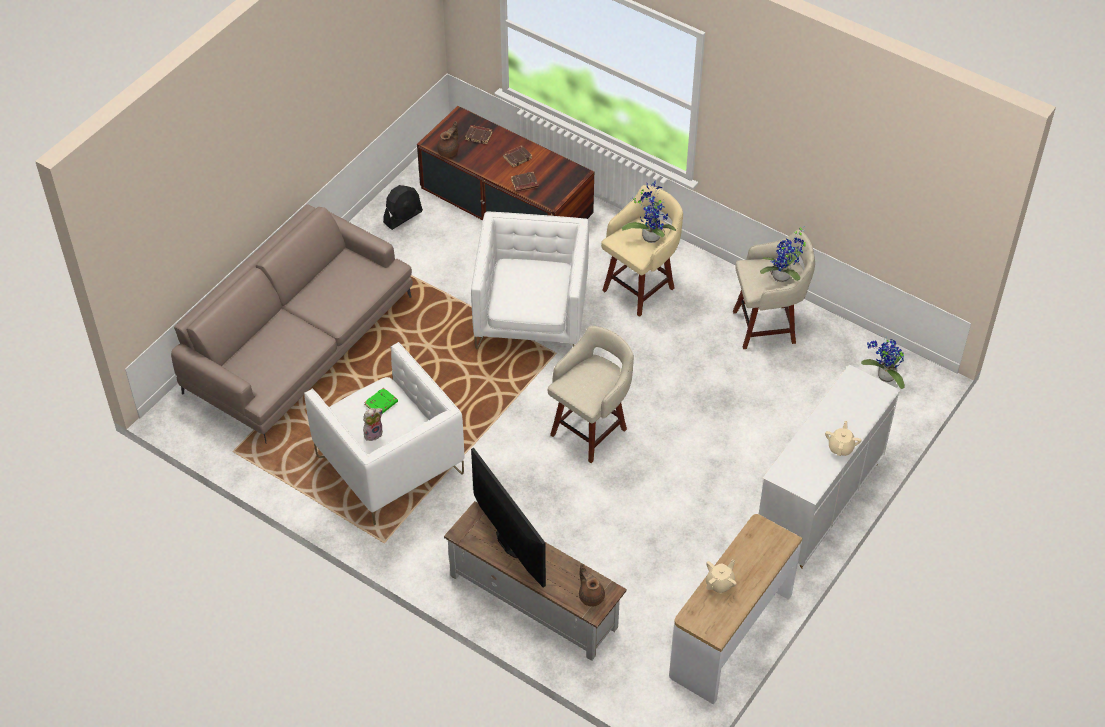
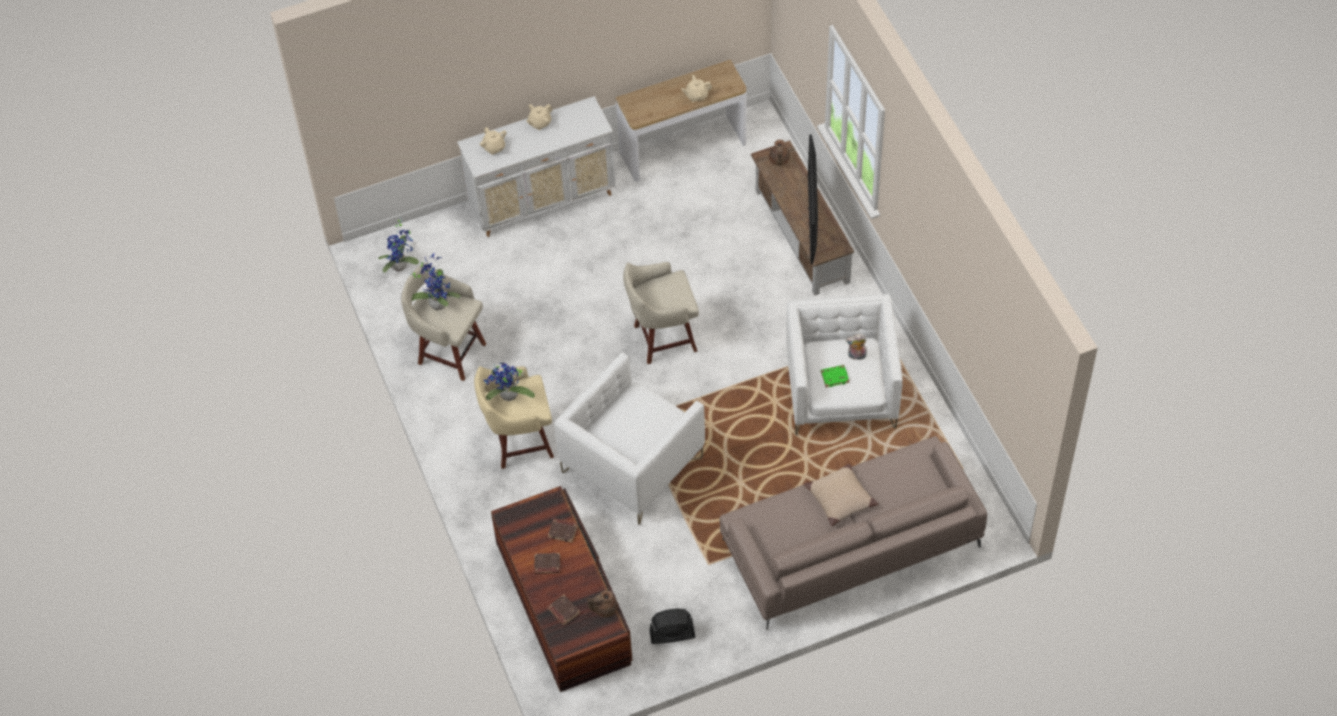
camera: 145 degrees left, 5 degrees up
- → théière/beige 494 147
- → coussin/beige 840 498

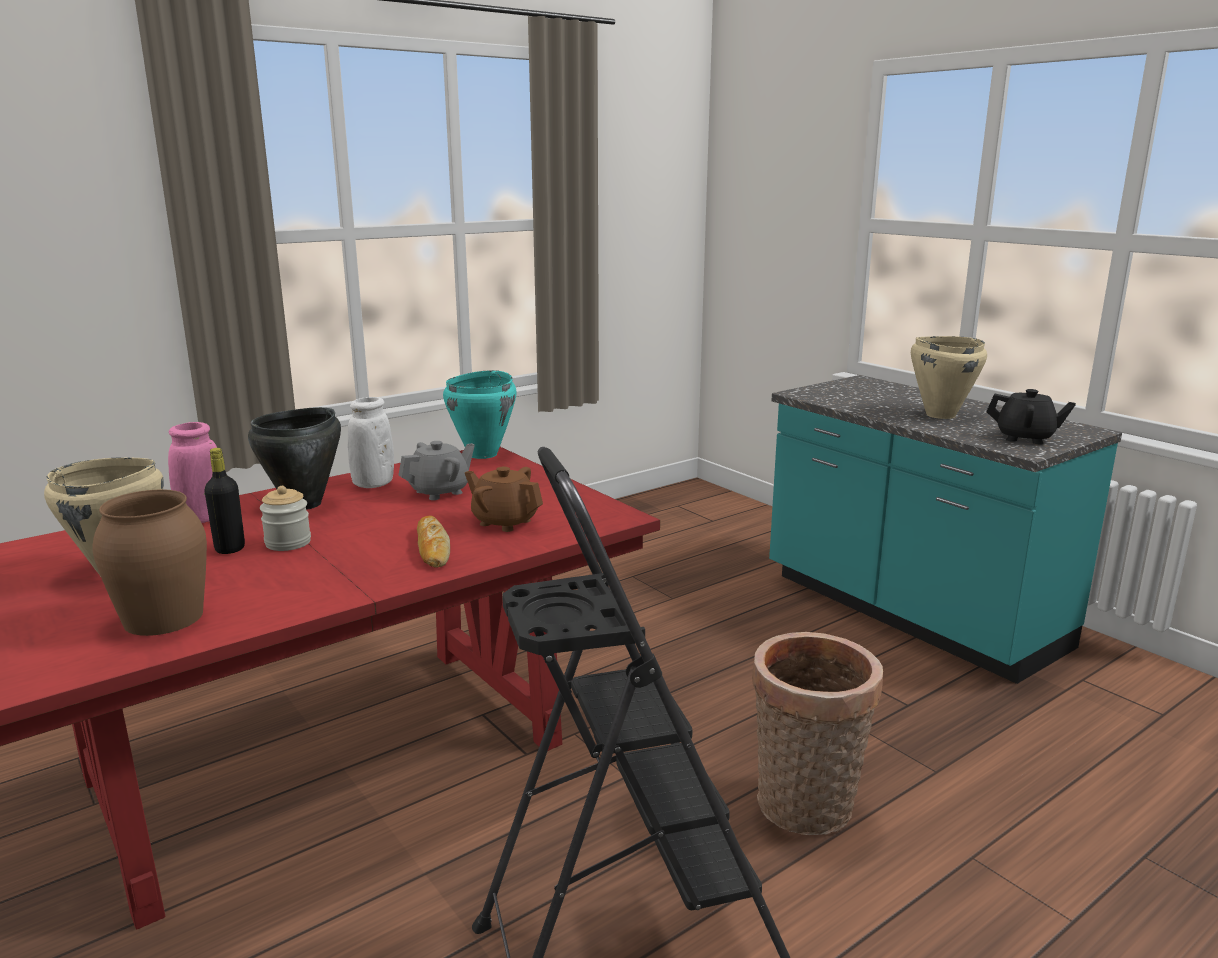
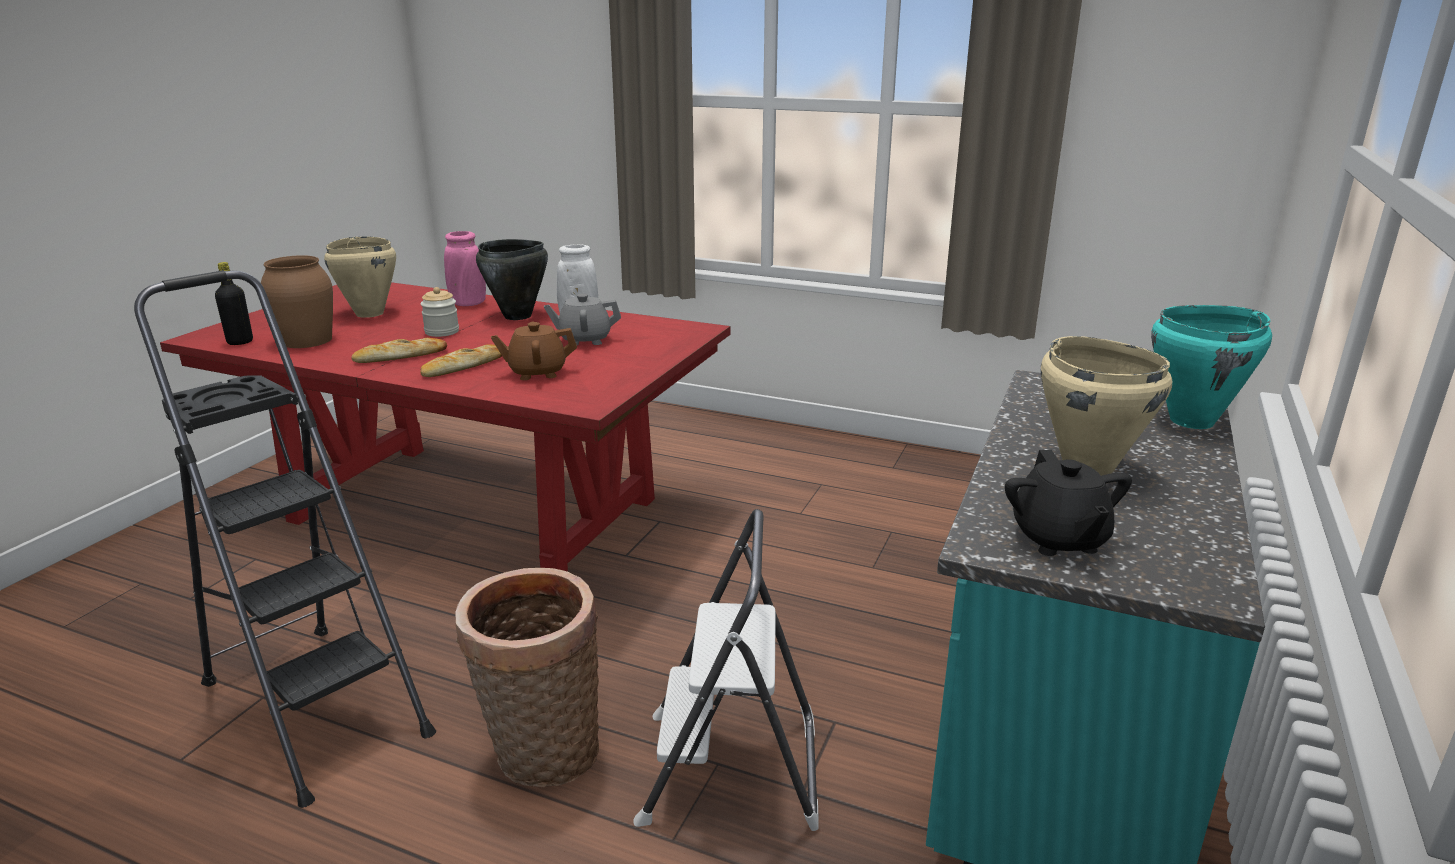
camera: 60 degrees right, 5 degrees up
marmite/turquoise 483 454 → marmite/turquoise 1192 421, move
théière/gris 440 492 → théière/gris 584 340, 150 degrees clockwise
bouteille/noir 230 548 → bouteille/noir 240 342, move
théière/marron 504 522 → théière/marron 537 373, 105 degrees counterclockwise
- → pain 400 356
- → escabeau/blanc 739 769

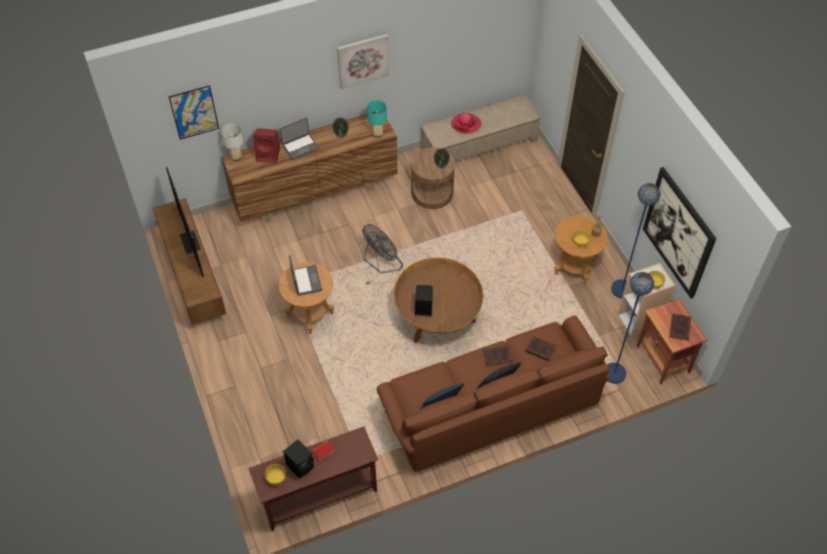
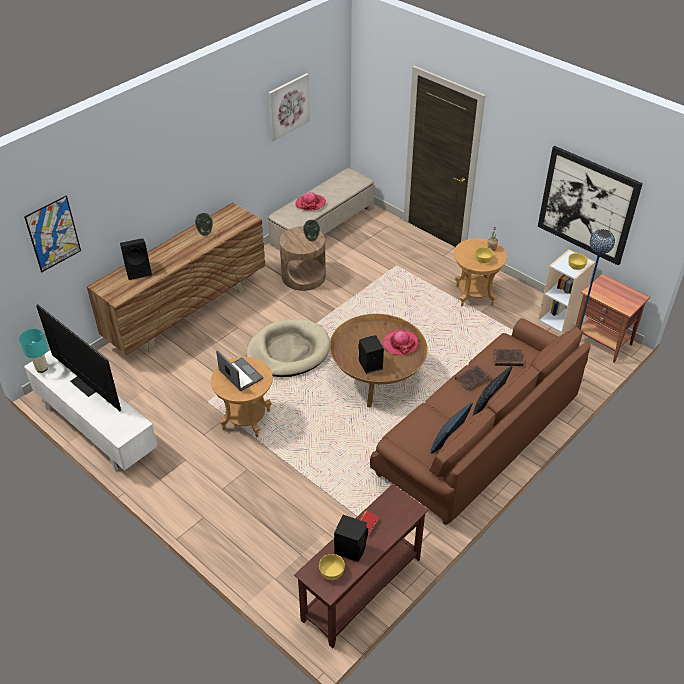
camera: 25 degrees left, 10 degrees down
tableau 363 60 → tableau 288 106, move
lampe de table/turquoise 377 134 → lampe de table/turquoise 42 368, move
ordinateur portable 300 146 → -
lampe de table/blanc 236 157 → -
enceinte/rouge 269 154 → enceinte/noir 139 270
lampadaire/bleu 622 289 → -
meuble télé/marron 192 276 → meuble télé/blanc 94 427
ventilateur/gris 378 263 → panier pour chien/beige 288 351
livre/marron 679 329 → -
- → chapeau 400 343

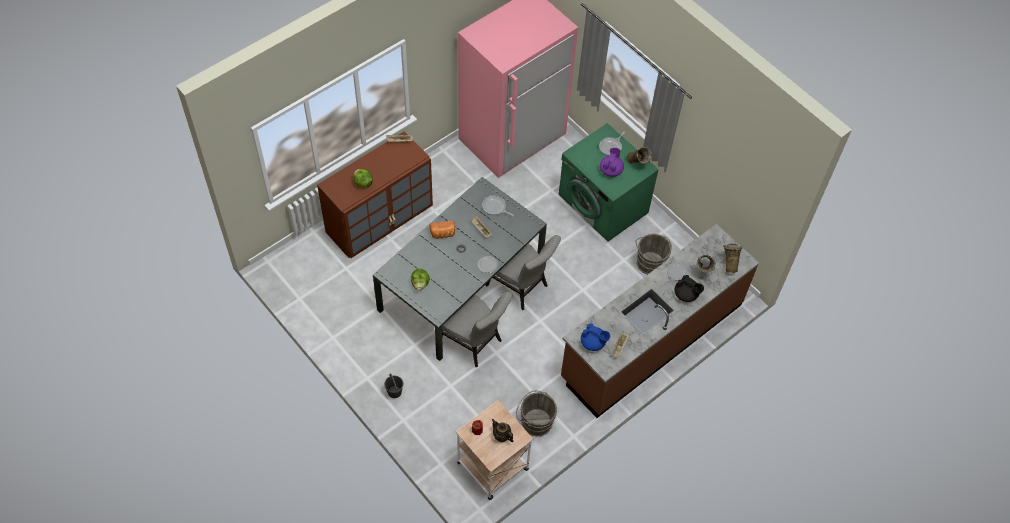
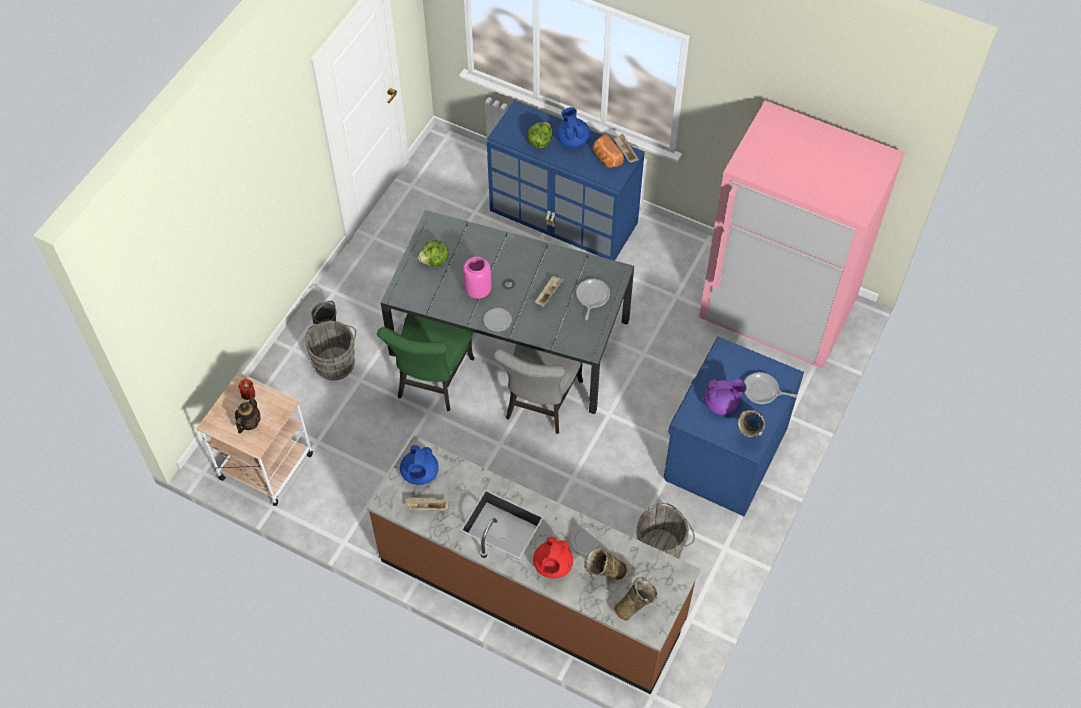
camera: 70 degrees right, 0 degrees up
lave-linge/vert 602 207 → lave-linge/bleu 722 456
meuble de rangement/marron 380 219 → meuble de rangement/bleu 563 218
pain 443 234 → pain 606 158, move
théière/noir 686 295 → théière/rouge 552 566
chaise/gris 473 342 → chaise/vert 432 381
seau/gris 535 421 → seau/gris 335 361, move
- → théière/bleu 572 140
- → vase/rose 478 290

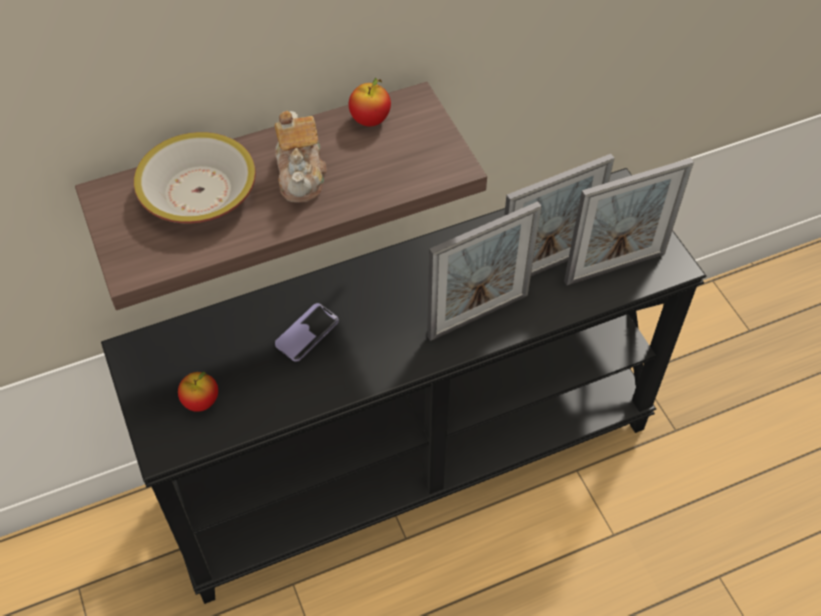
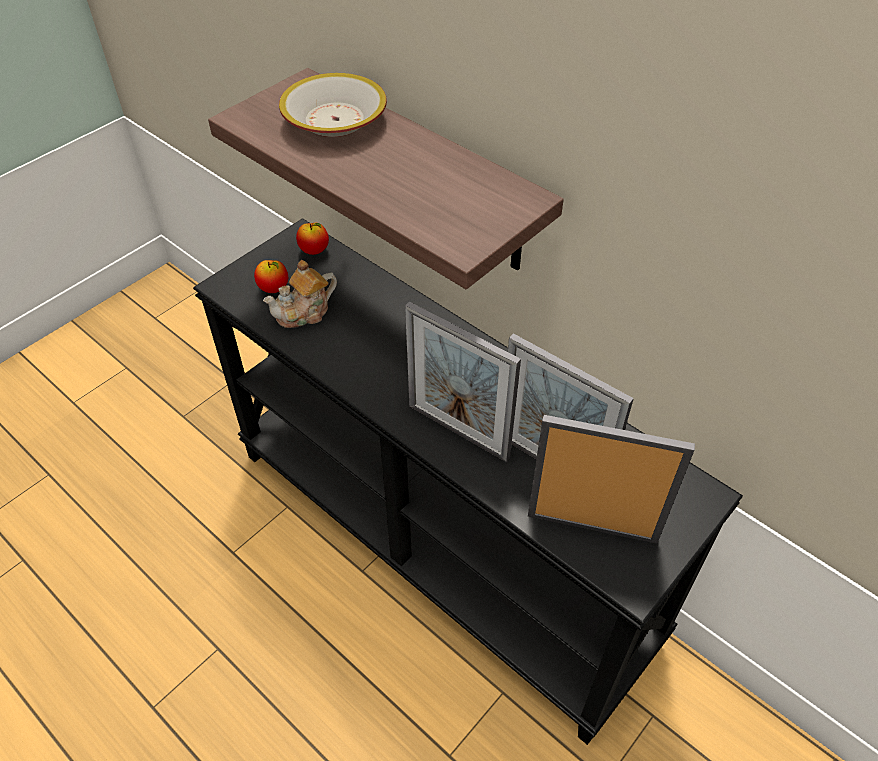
camera: 65 degrees right, 5 degrees down
pomme 370 120 → pomme 314 251, move
théière 301 175 → théière 304 313, move
cadre photo 615 267 → cadre photo 592 526, 150 degrees clockwise
téléphone 307 333 → -

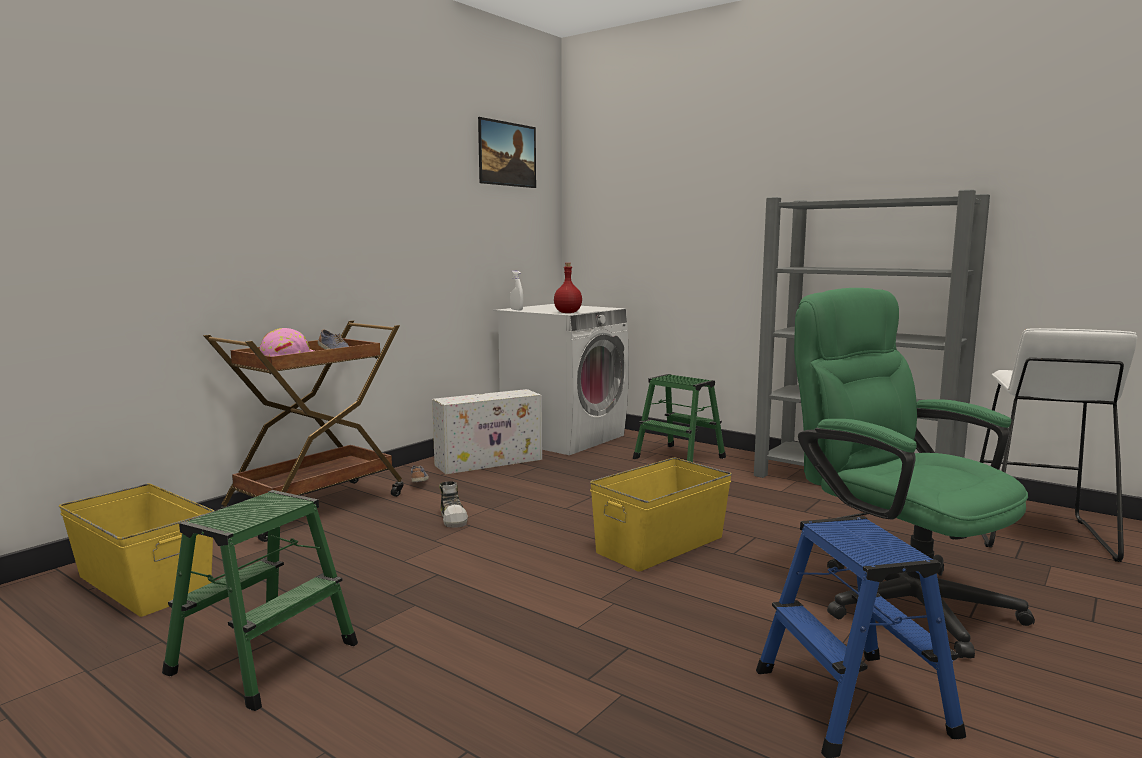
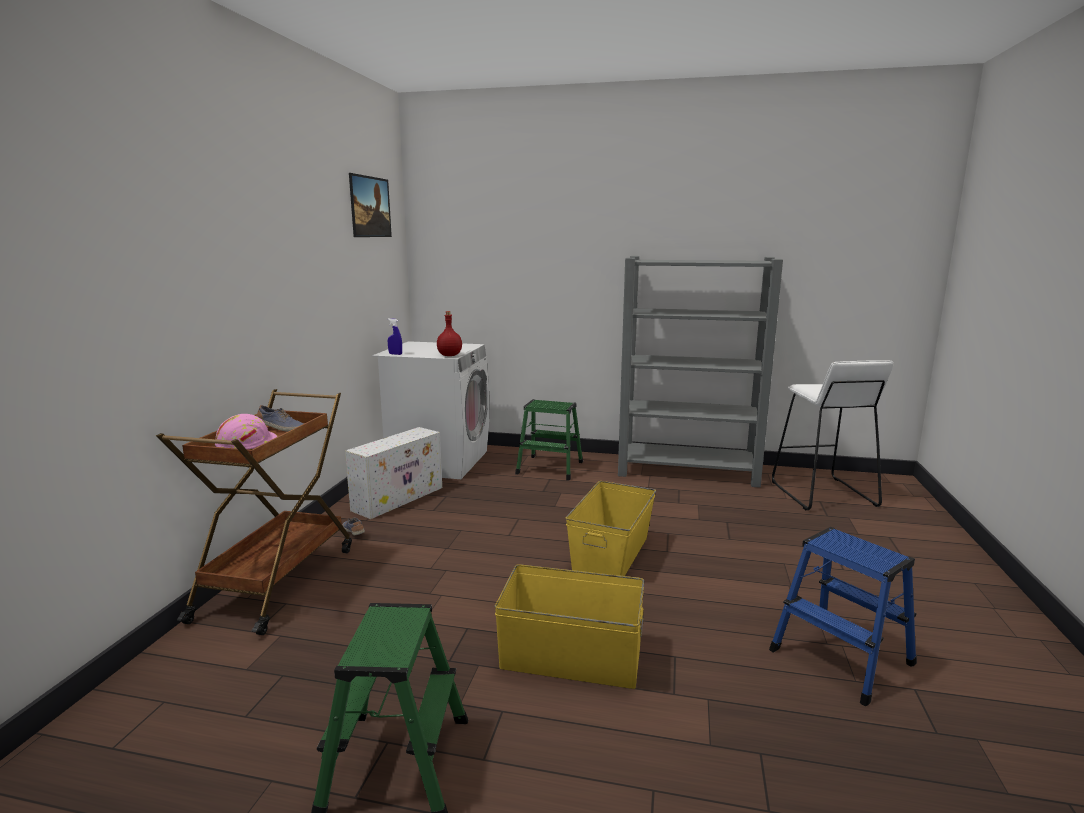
camera: 25 degrees left, 5 degrees up
vaporisateur/blanc 516 310 → vaporisateur/bleu 395 354
chaise de bureau/vert 896 597 → -
chaussure 453 518 → -
boîte de rangement/jaune 144 582 → boîte de rangement/jaune 570 657, move

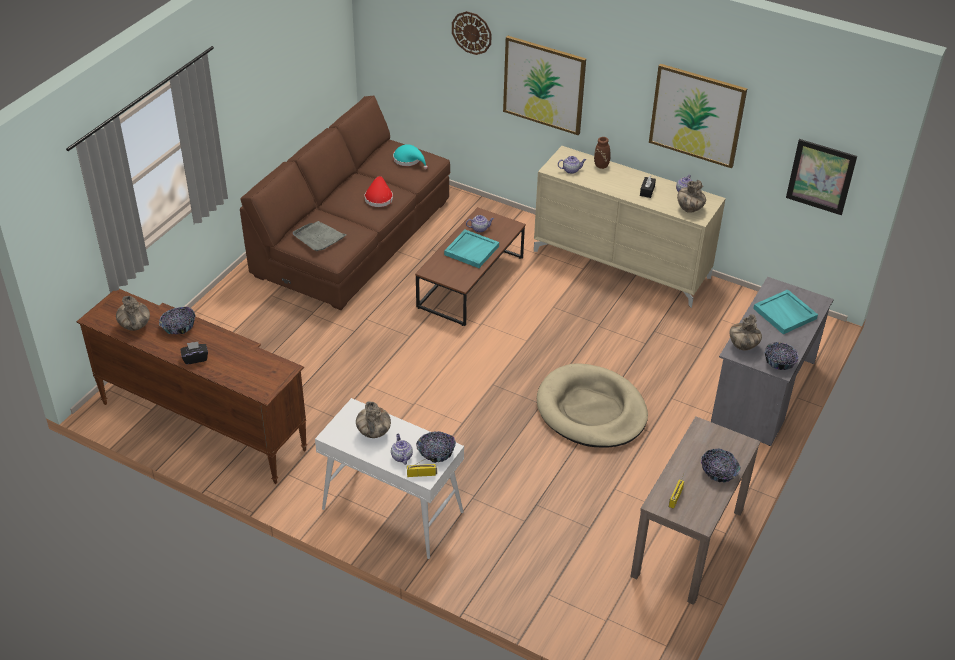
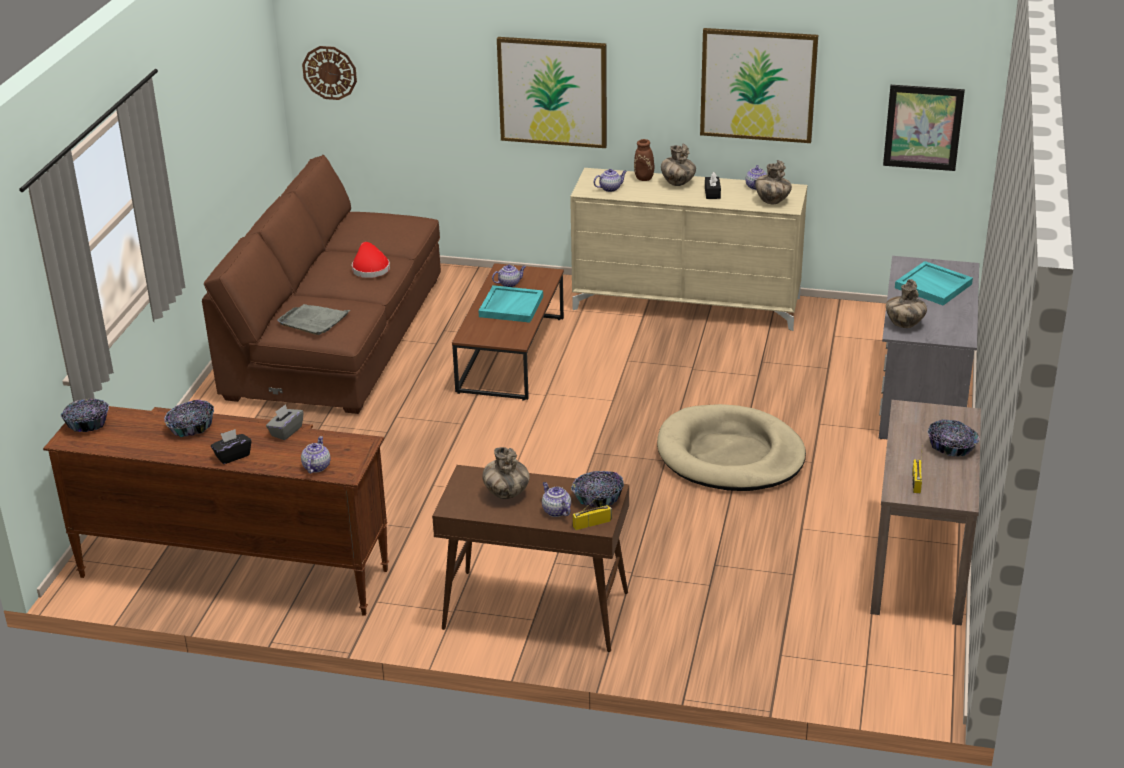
camera: 15 degrees left, 10 degrees down
horloge murale 471 32 → horloge murale 329 72, move
chapeau/turquoise 409 160 → -
vase 135 326 → vase 677 183, move
bol 779 361 → bol 88 423, move
table console/blanc 391 511 → table console/marron 534 611
- → boîte à mouchoirs/gris 286 431
- → théière 316 467

